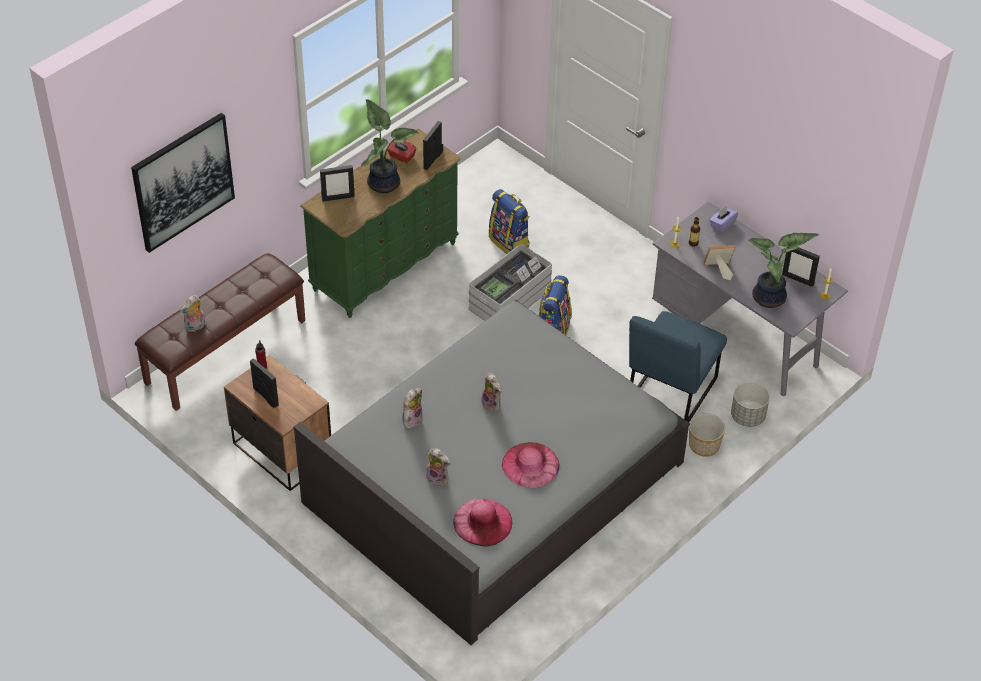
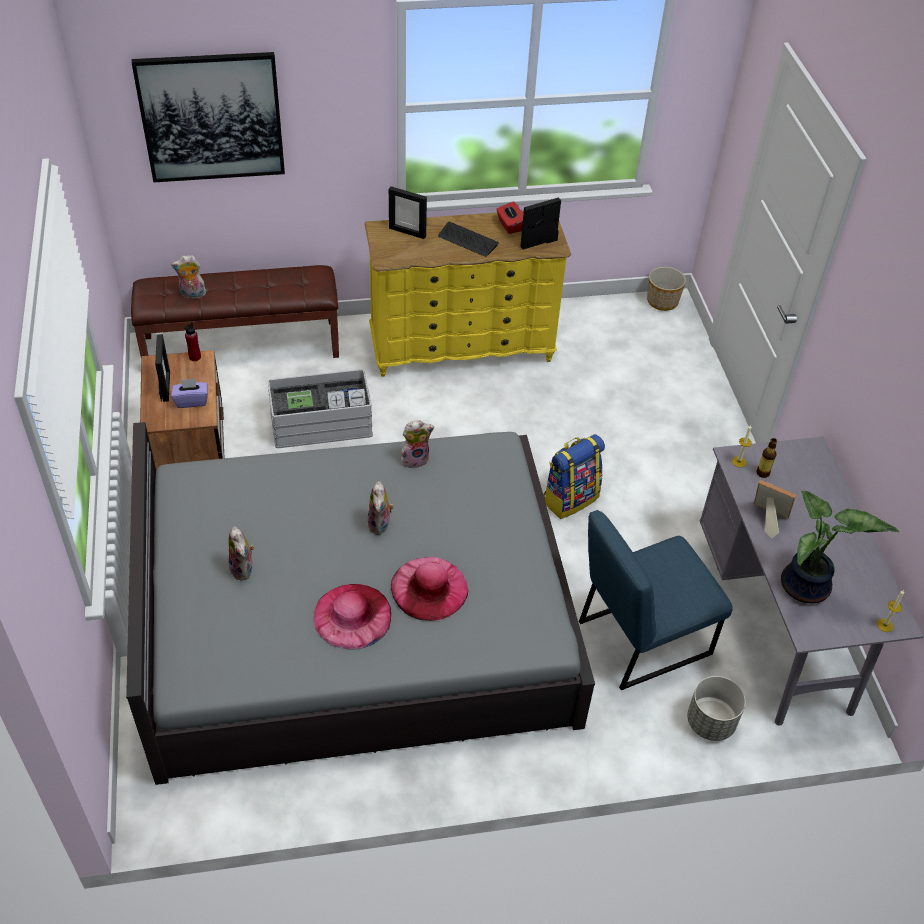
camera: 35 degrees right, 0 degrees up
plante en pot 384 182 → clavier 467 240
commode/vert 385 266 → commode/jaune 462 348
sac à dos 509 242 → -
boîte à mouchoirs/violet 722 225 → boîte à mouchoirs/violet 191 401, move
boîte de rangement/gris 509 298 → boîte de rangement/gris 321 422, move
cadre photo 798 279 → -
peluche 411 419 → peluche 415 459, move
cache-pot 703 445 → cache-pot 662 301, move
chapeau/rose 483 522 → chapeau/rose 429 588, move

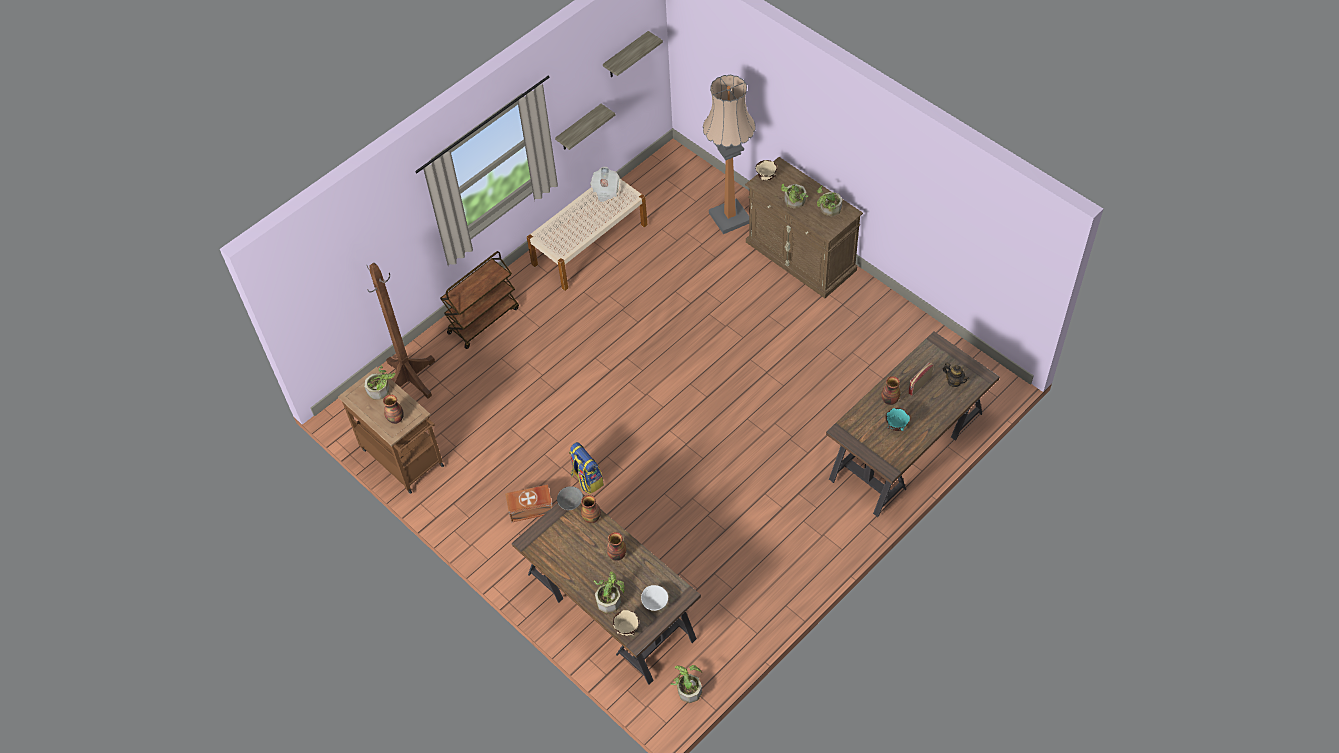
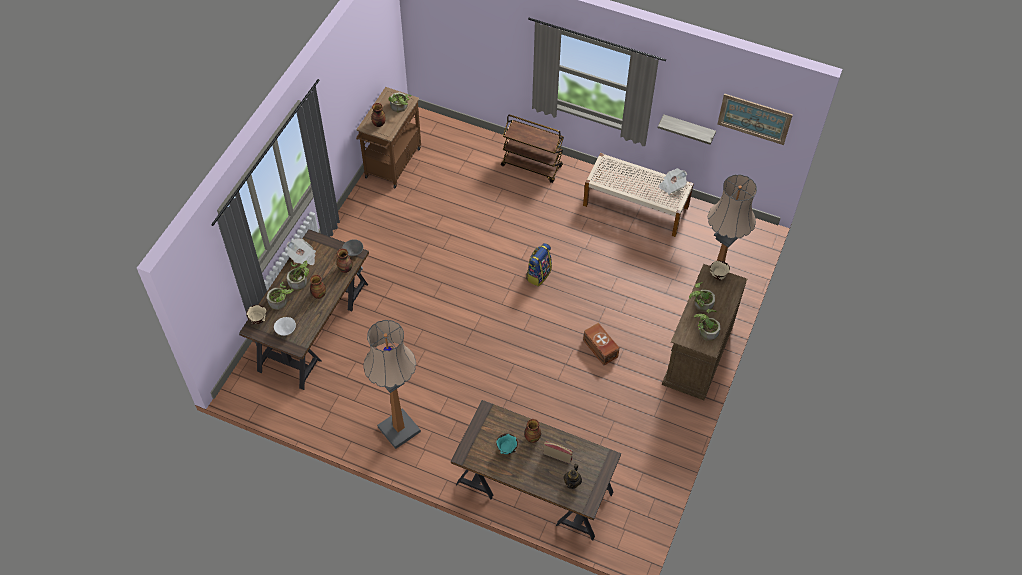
camera: 65 degrees right, 0 degrees up
étagère 626 56 → tableau 754 118
portant/marron 409 379 → -
sac à dos 586 479 → sac à dos 538 274, move
boîte de rangement/marron 531 509 → boîte de rangement/marron 600 349, move
plante en pot 688 688 → plante en pot 300 281, move
- → journal 303 257
- → lampadaire 399 429

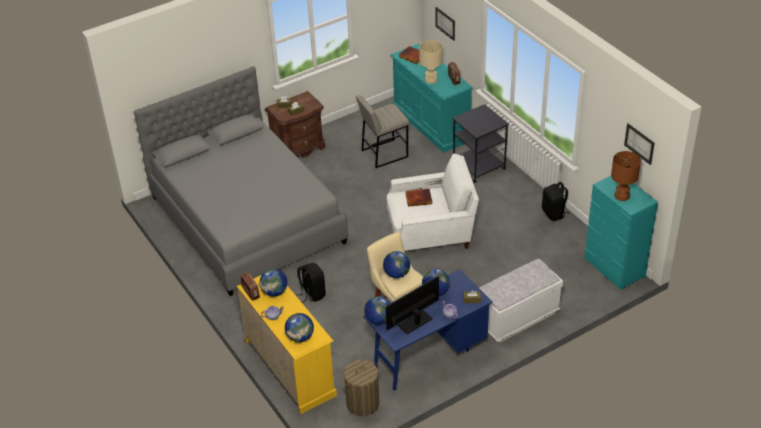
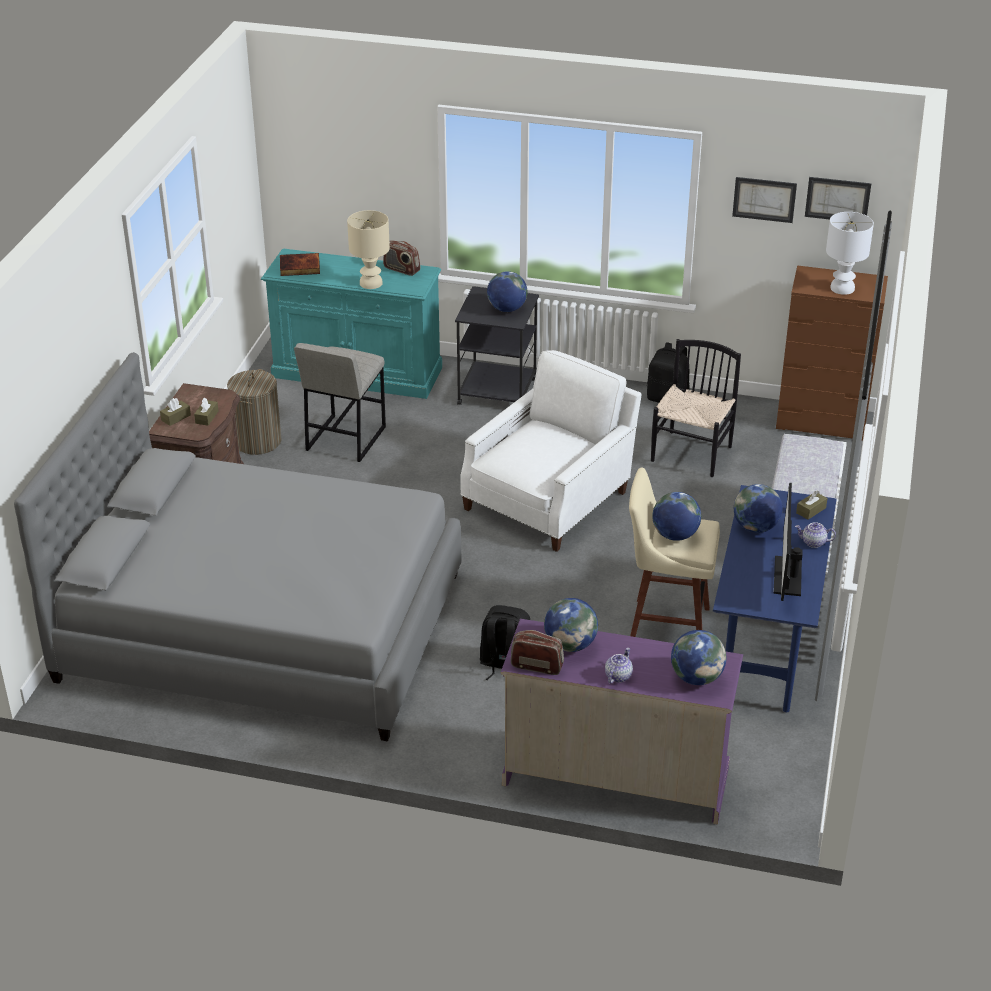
camera: 45 degrees left, 5 degrees down
tableau 445 23 → tableau 764 199, move
lampe de table/marron 622 196 → lampe de table/blanc 842 288
commode/turquoise 614 268 → commode/marron 822 421
livre 418 198 → -
meuble de rangement/jaune 290 367 → meuble de rangement/violet 614 775
globe 378 320 → globe 507 309, move
panier à linge 363 403 → panier à linge 257 441, move
- → chaise/noir 693 452

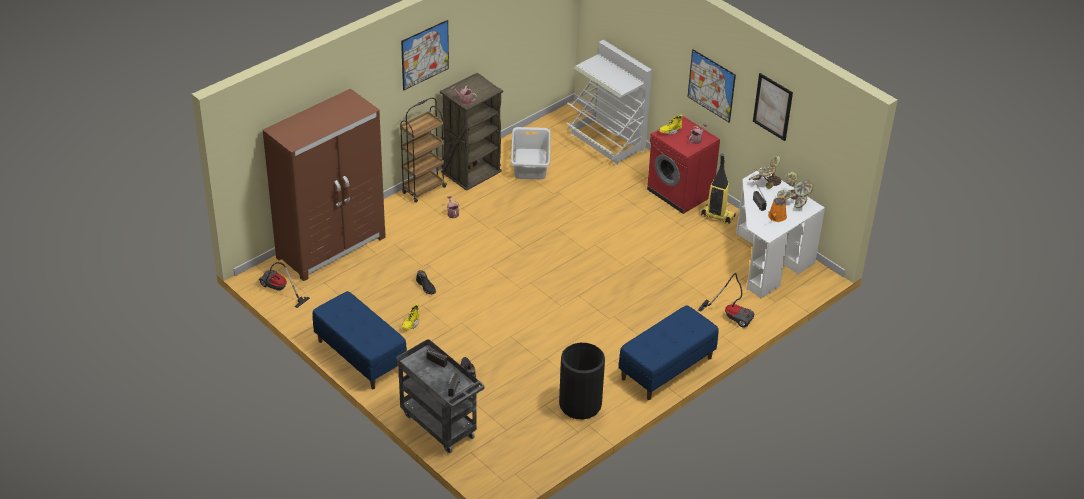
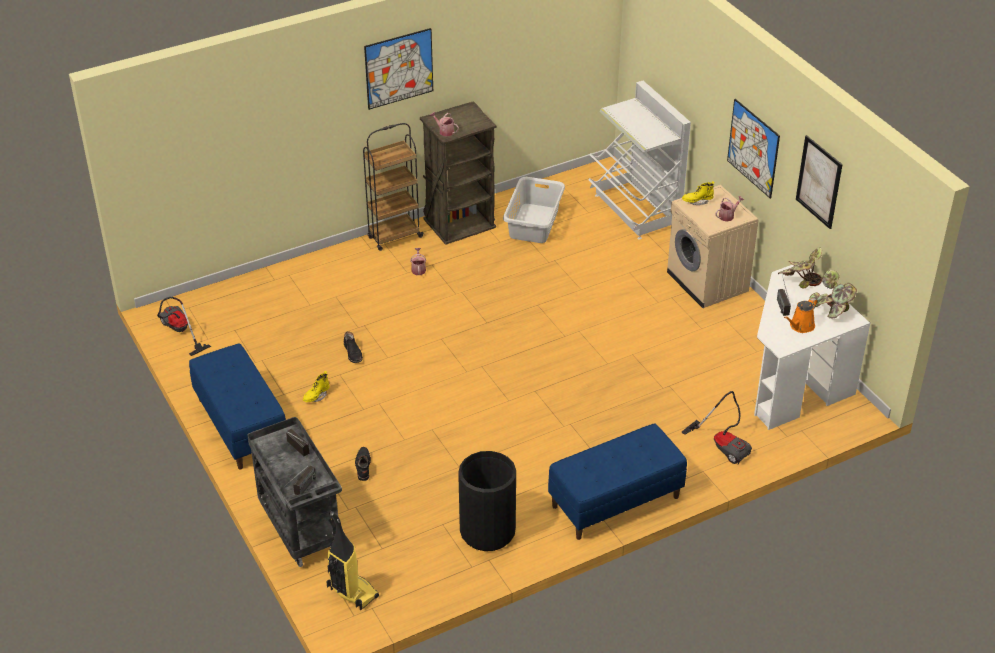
camera: 15 degrees right, 0 degrees up
meuble de rangement/marron 332 247 → -
lave-linge/rouge 679 193 → lave-linge/beige 706 282
aspirateur 717 216 → aspirateur 351 592, move

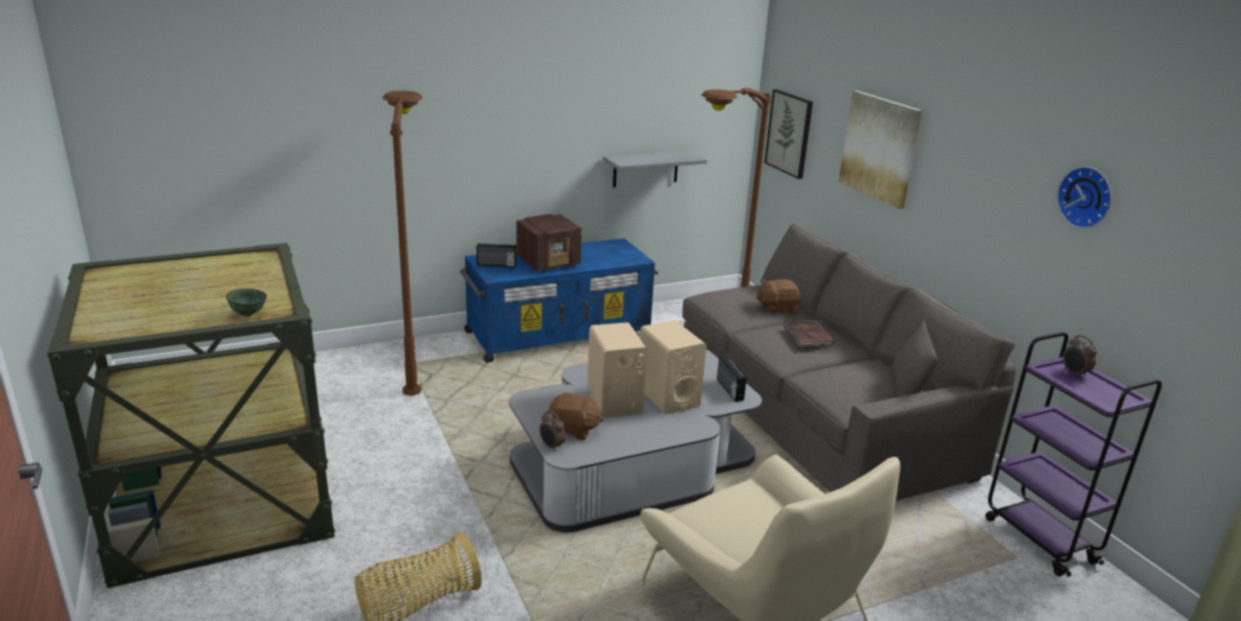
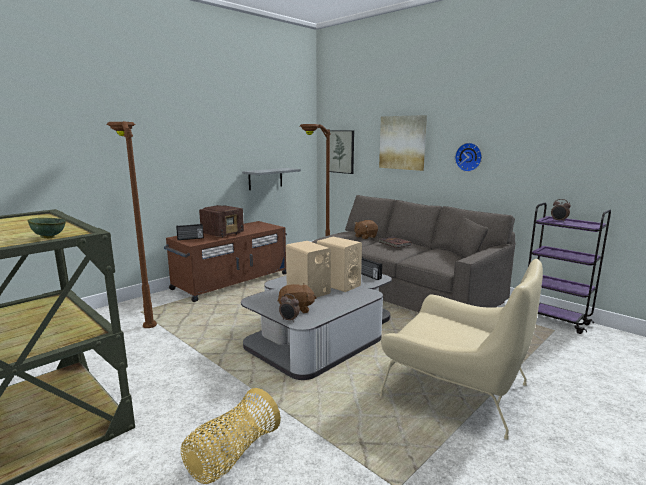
camera: 20 degrees left, 10 degrees down
horloge murale 1087 197 → horloge murale 469 157, move
meuble de rangement/bleu 560 334 → meuble de rangement/marron 232 281

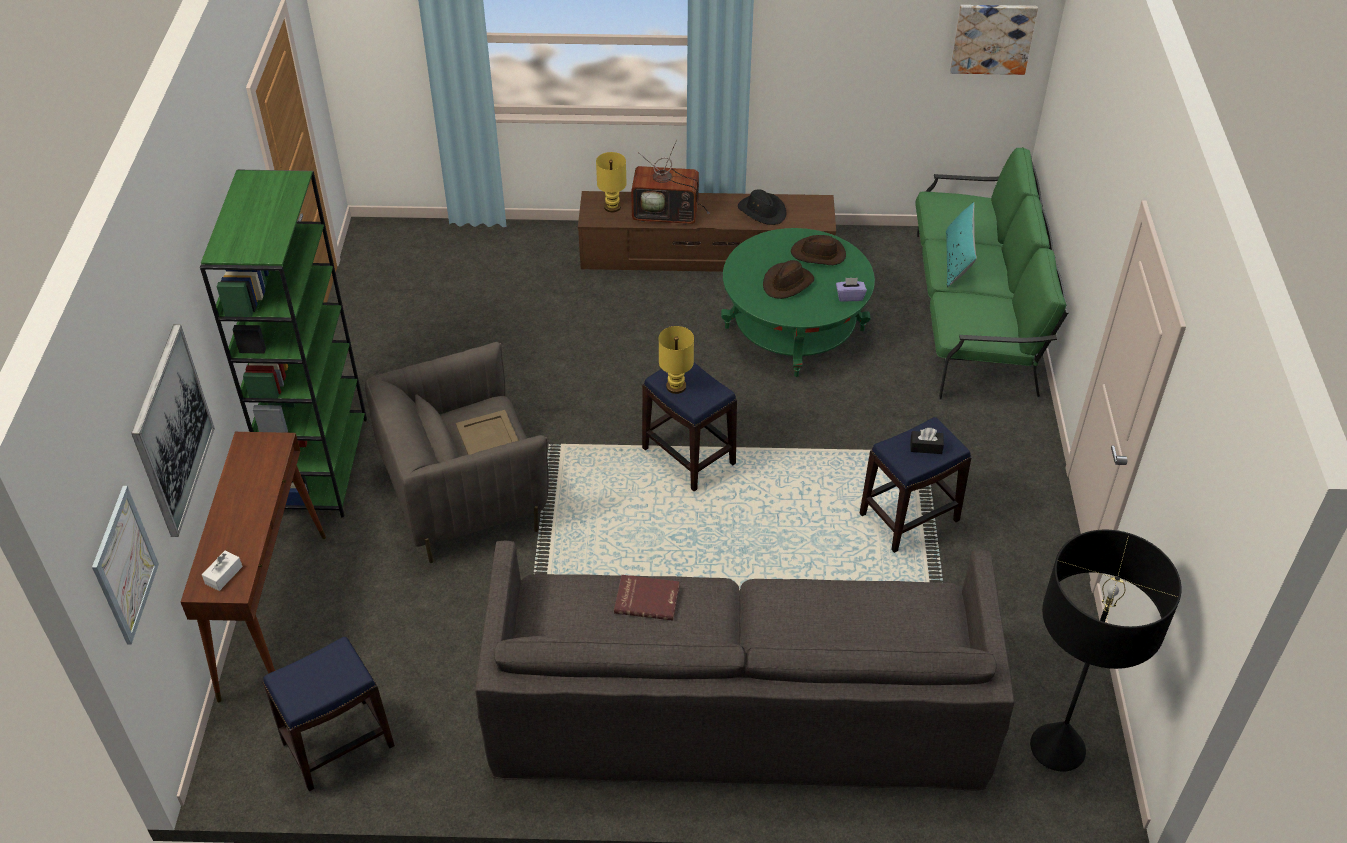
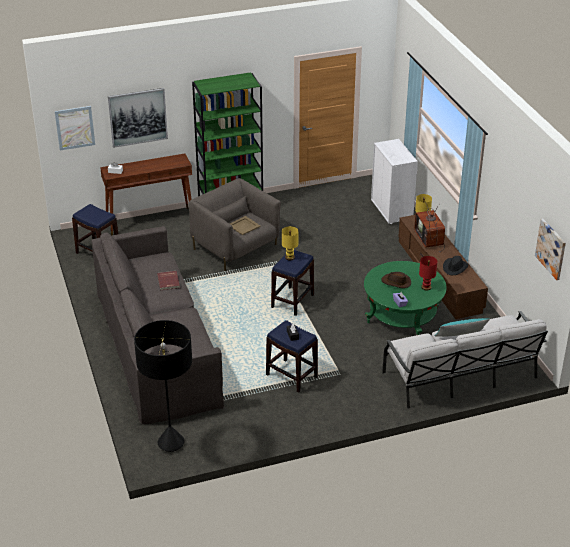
camera: 70 degrees right, 10 degrees down
canapé/vert 975 312 → canapé/blanc 461 375
chapeau/marron 818 254 → lampe de table/rouge 426 287
- → meuble de rangement/blanc 392 212

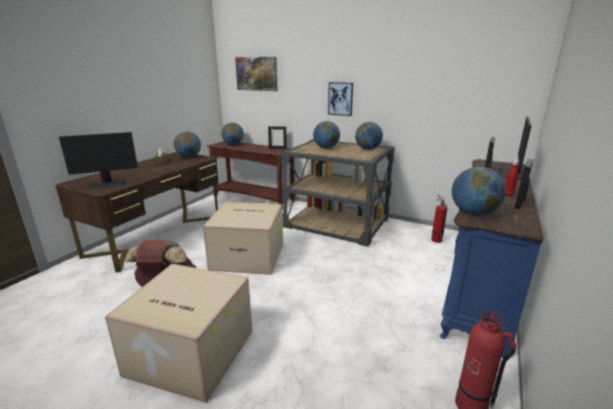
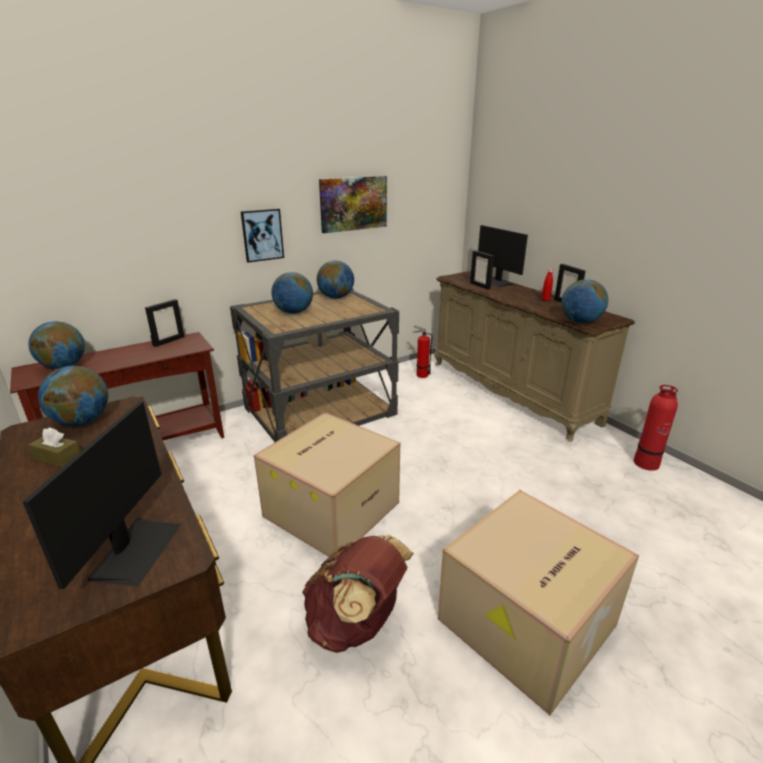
camera: 60 degrees left, 5 degrees up
tableau 256 73 → tableau 353 203, move
meuble de rangement/bleu 477 284 → meuble de rangement/beige 508 392

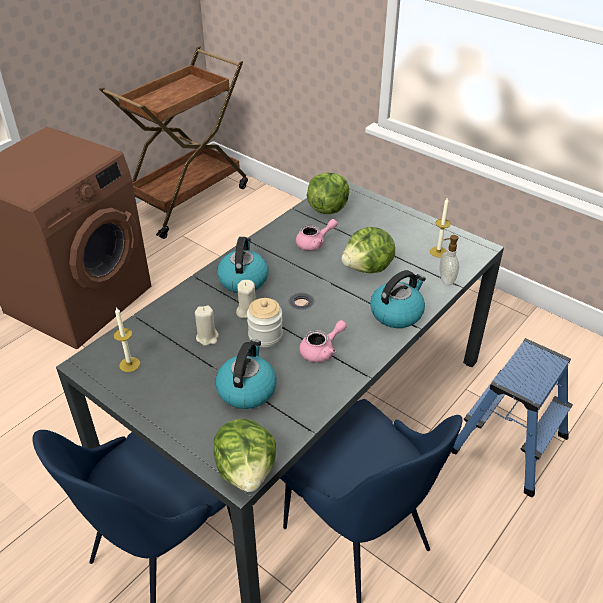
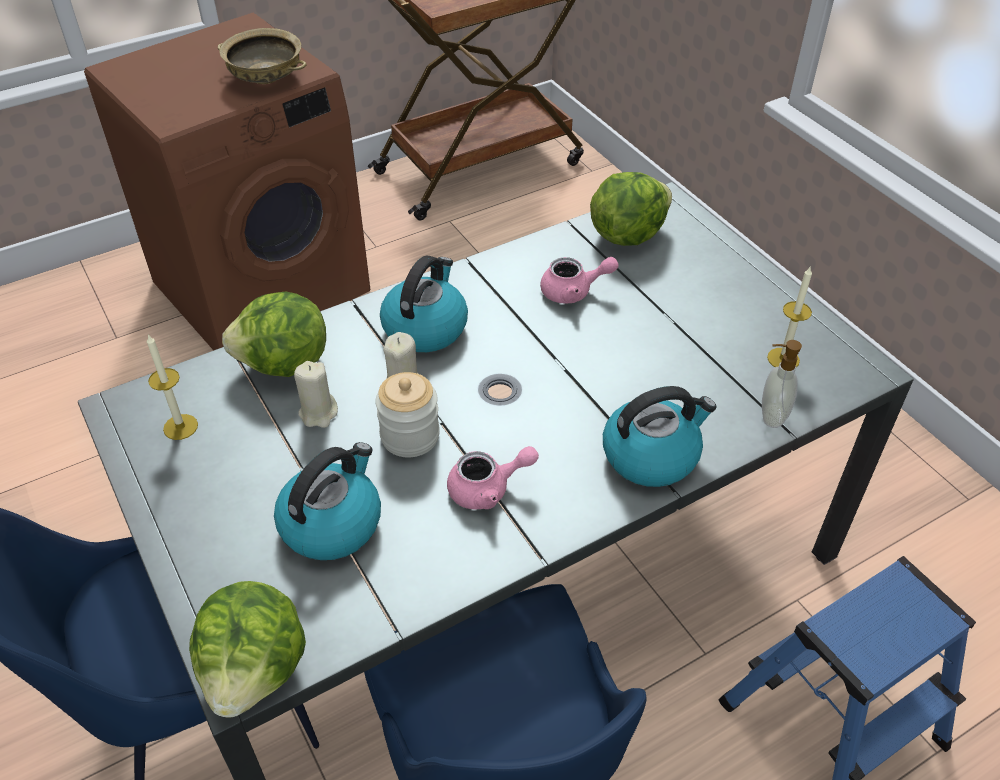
camera: 20 degrees right, 5 degrees up
laitue 368 268 → laitue 284 364, move
- → bol/beige 266 78

